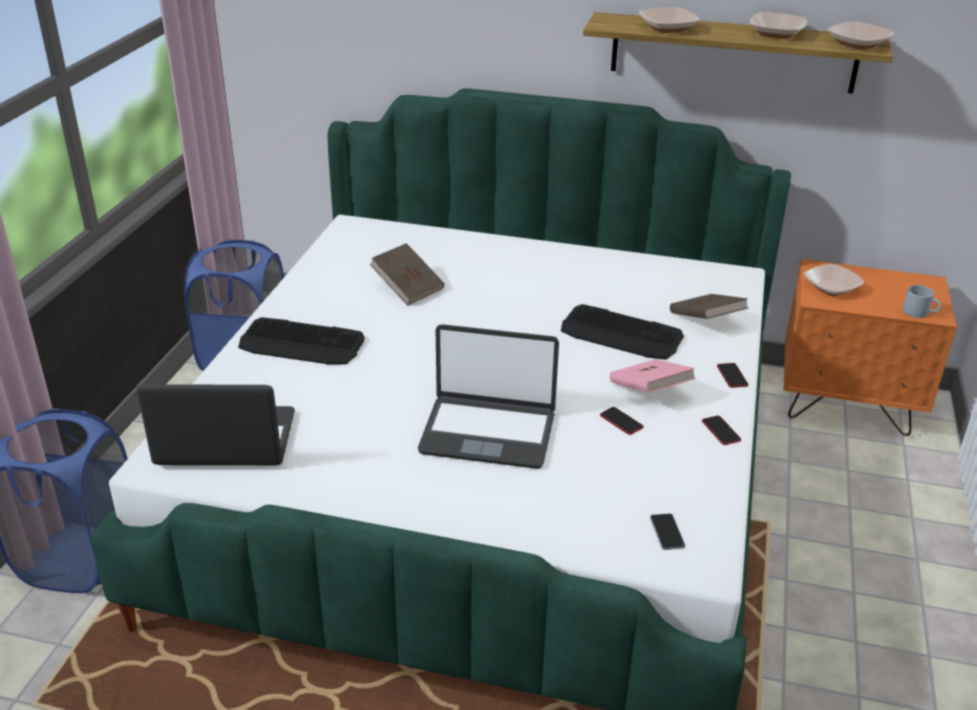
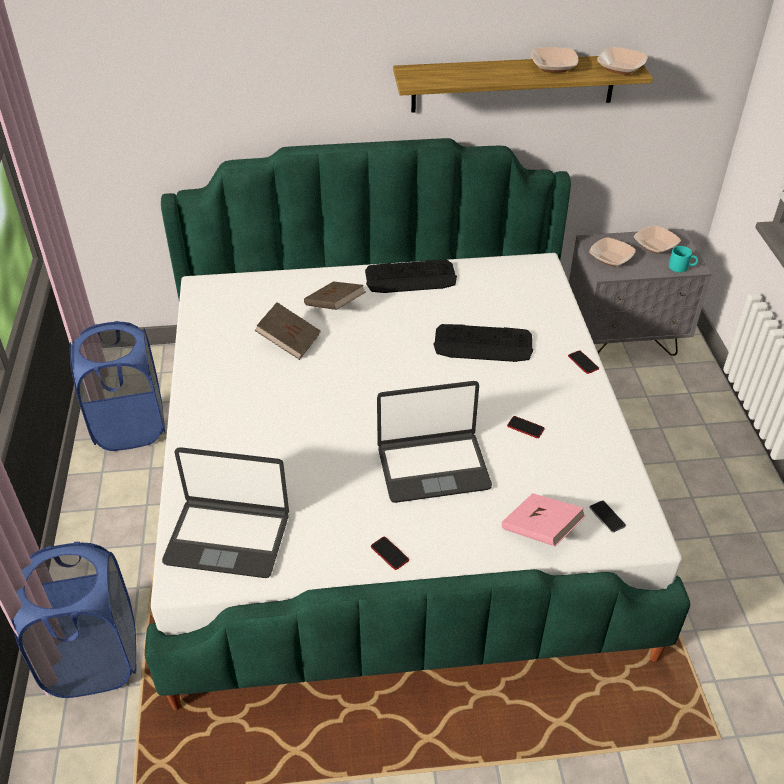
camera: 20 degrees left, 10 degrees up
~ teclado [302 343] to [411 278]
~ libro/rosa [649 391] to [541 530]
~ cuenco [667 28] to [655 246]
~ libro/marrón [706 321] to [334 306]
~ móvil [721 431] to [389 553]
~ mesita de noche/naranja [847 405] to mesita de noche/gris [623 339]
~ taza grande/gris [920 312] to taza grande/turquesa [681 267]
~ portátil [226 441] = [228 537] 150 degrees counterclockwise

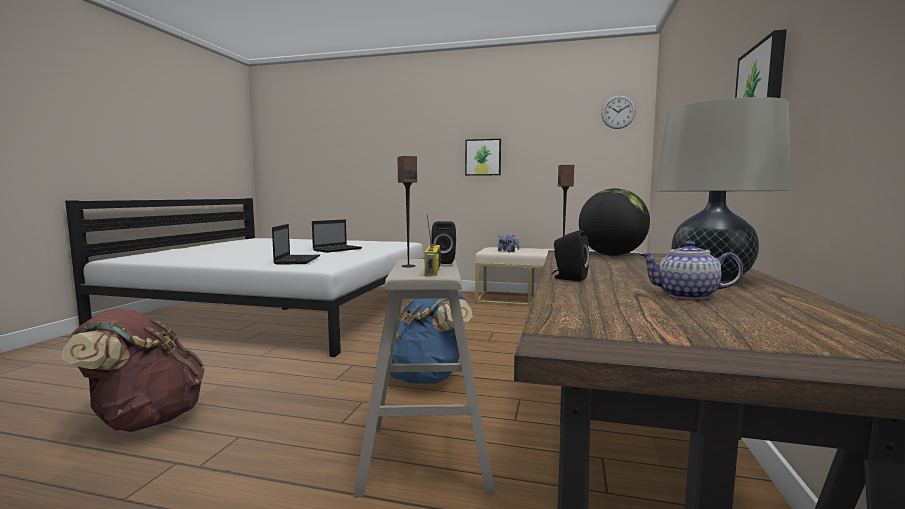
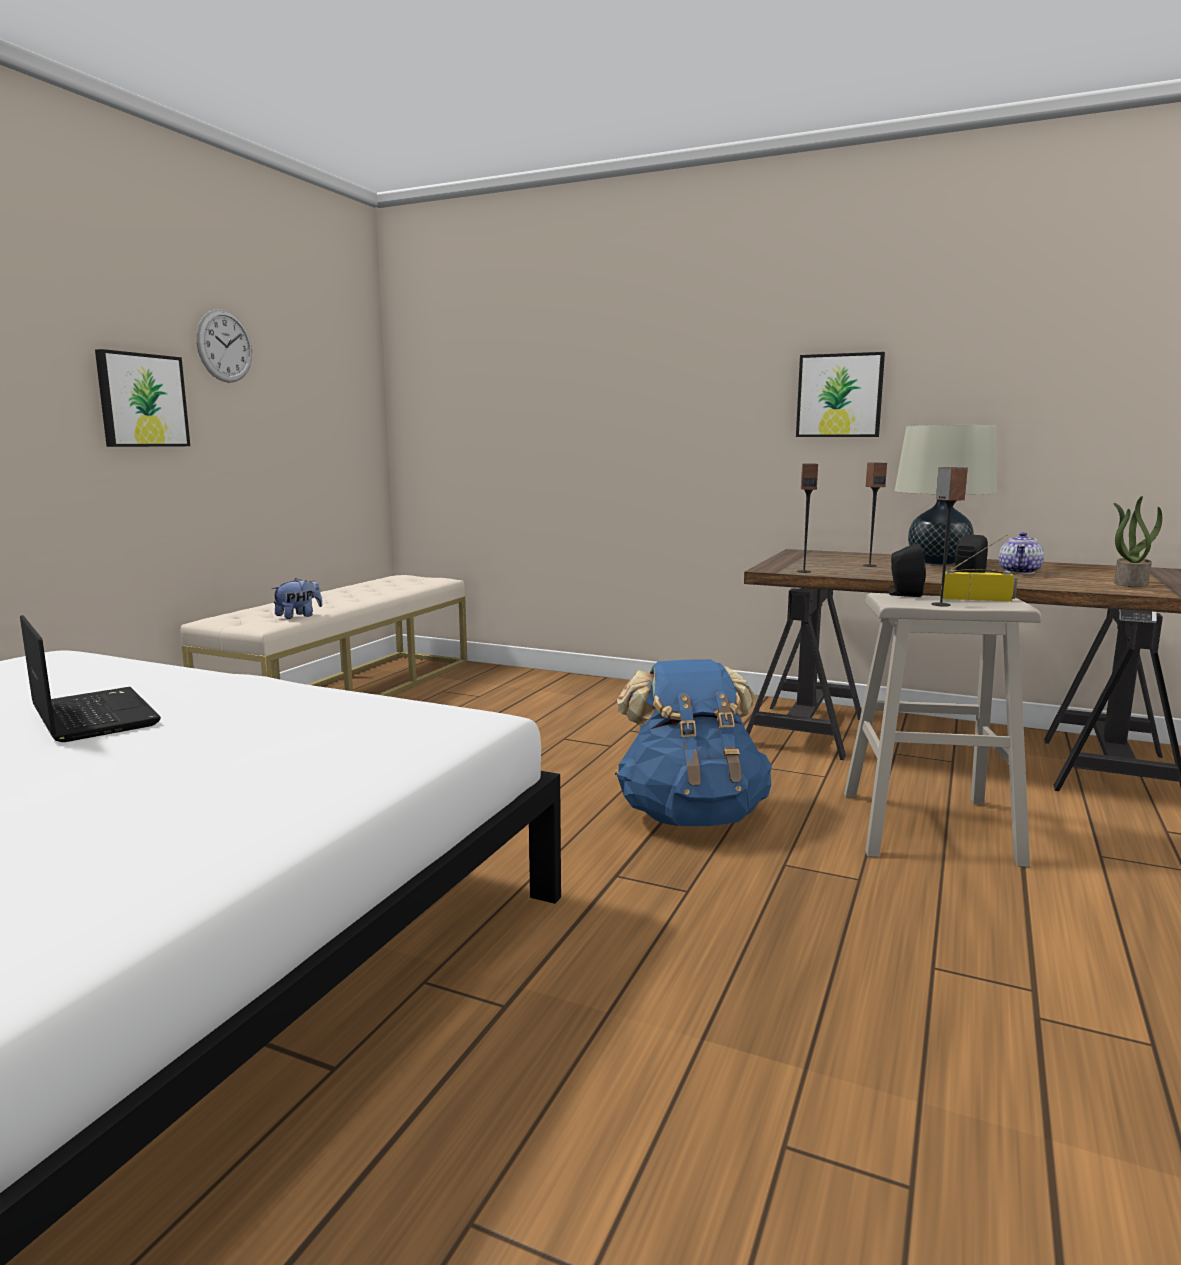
camera: 80 degrees left, 5 degrees up
- mochila/marrón [145 420]
- portátil [297 260]
- globo terráqueo [611 255]
+ altavoz [869 565]
+ planta en maceta [1130 583]
~ reloj de pared [618 112] to [224 346]

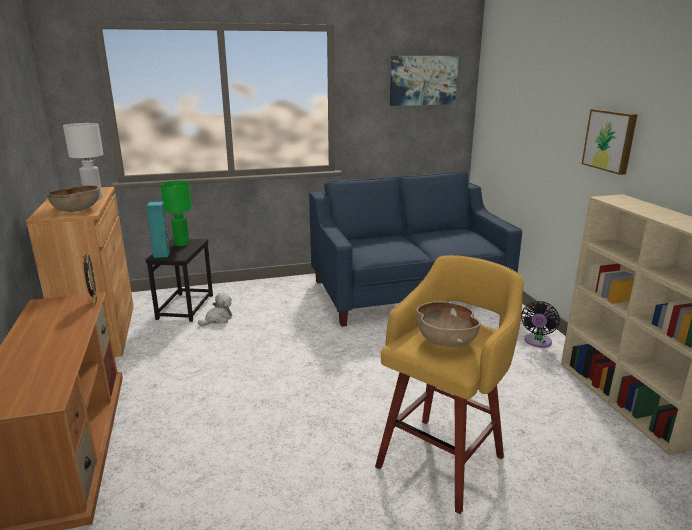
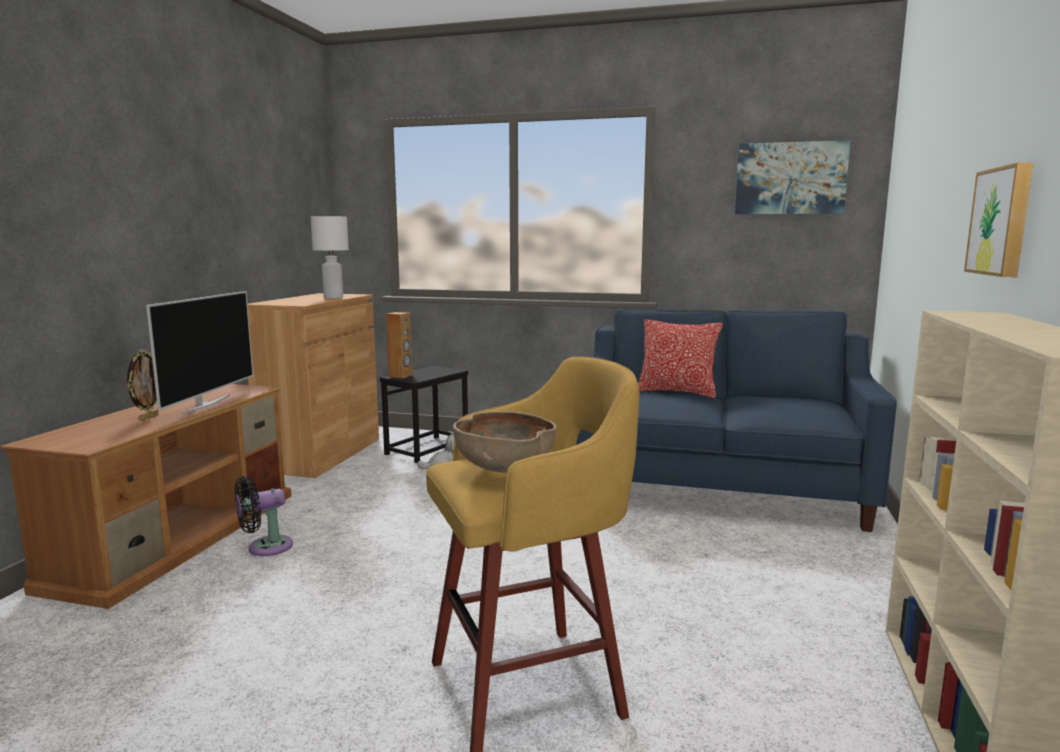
camera: 30 degrees right, 10 degrees down
- cuenco/marrón [77 210]
- lámpara de mesa/verde [182 244]
+ televisor [205 404]
+ cojín [677 392]
~ portarretratos [94 301] to [148 417]
~ ventilador/negro [537 342] to [265 548]
~ altavoz/turquesa [162 254] to altavoz/marrón [400 376]

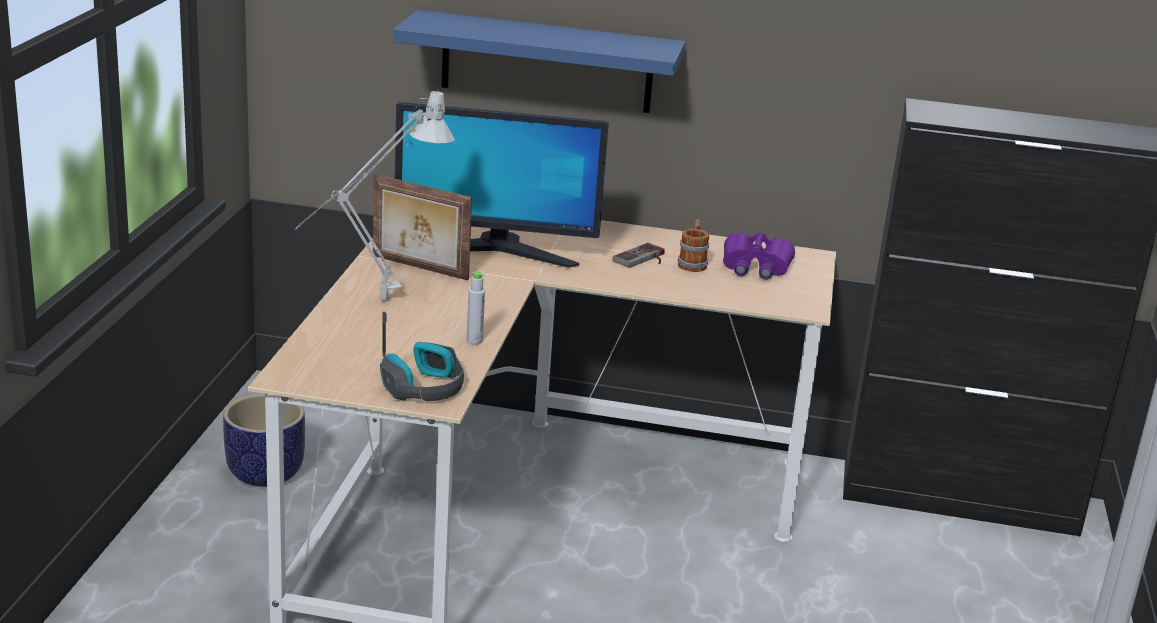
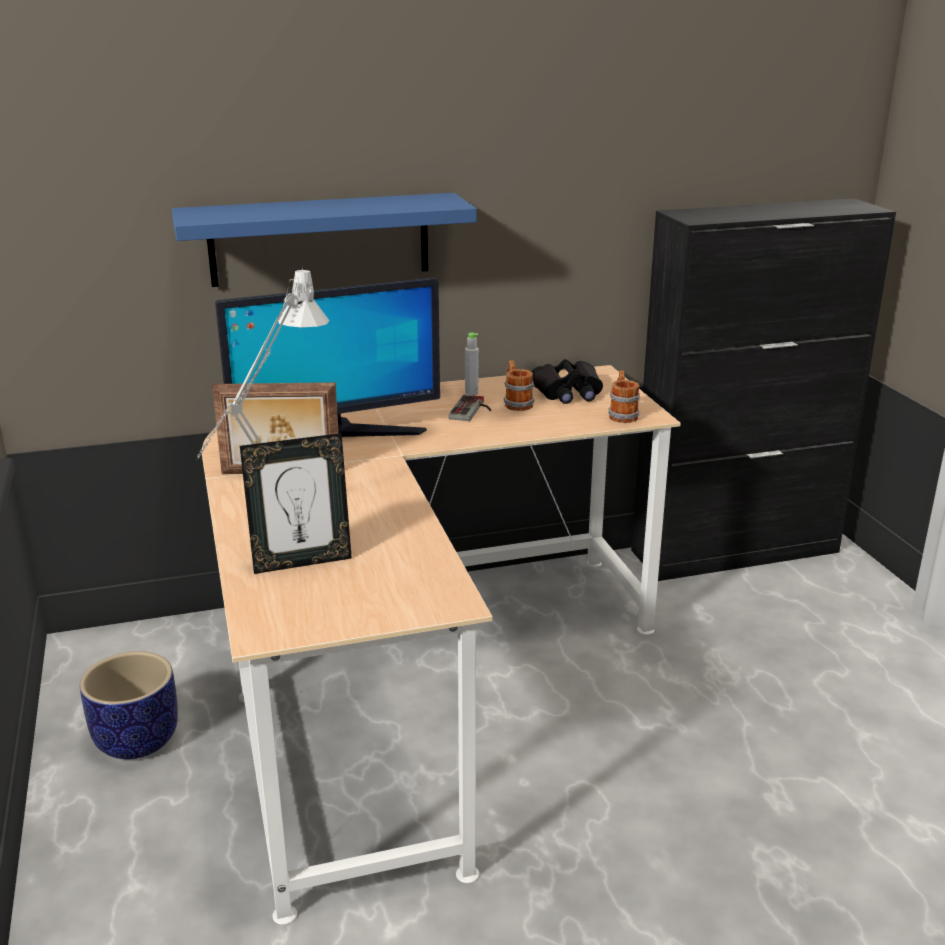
camera: 25 degrees left, 0 degrees up
- auriculares [424 387]
+ portarretratos [302 562]
+ taza grande [622 415]
~ botella/gris [474 341] to [471 393]
~ prismáticos/morado [755 267] to prismáticos/negro [568 393]

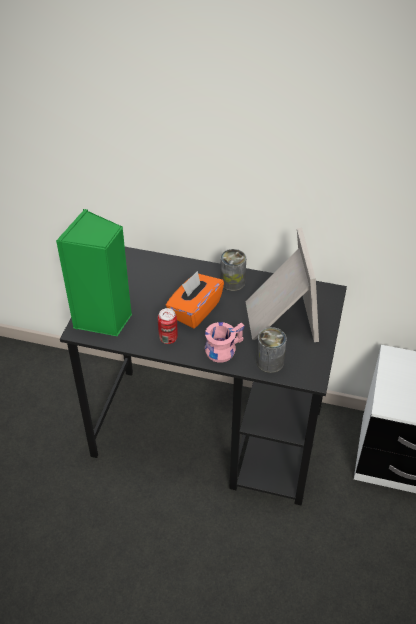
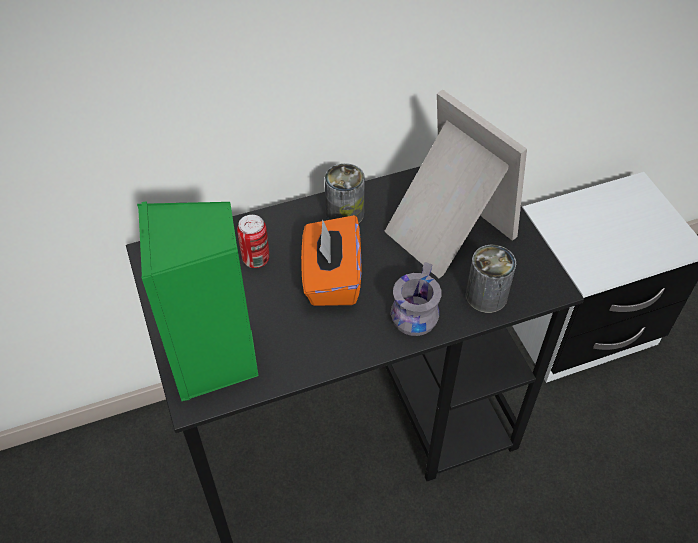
camera: 35 degrees left, 5 degrees up
~ lata [168 338] to [256 259]
~ taza grande/rosa [222 348] to taza grande/gris [413 310]

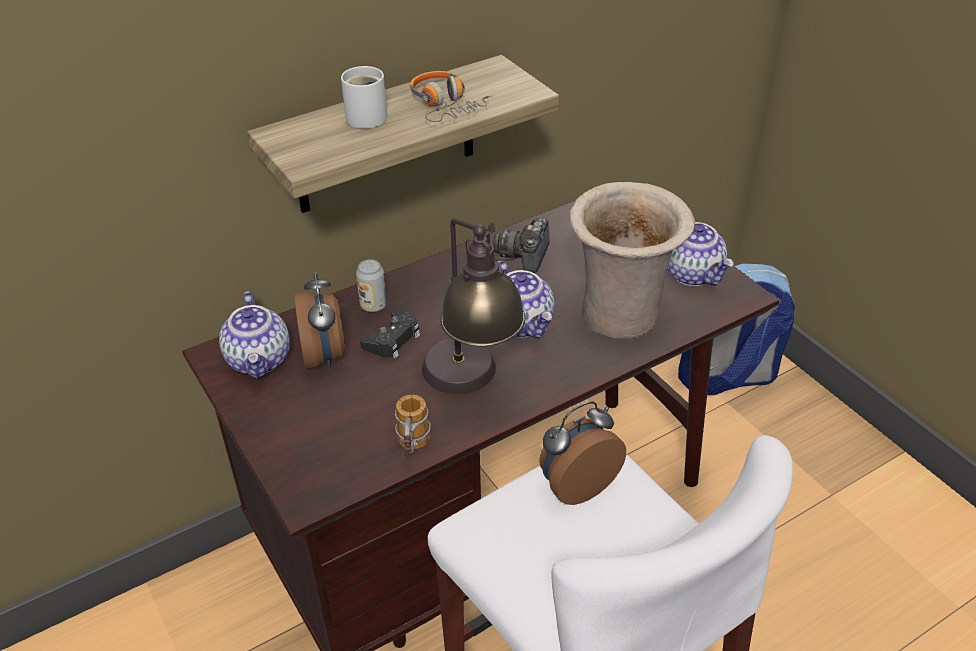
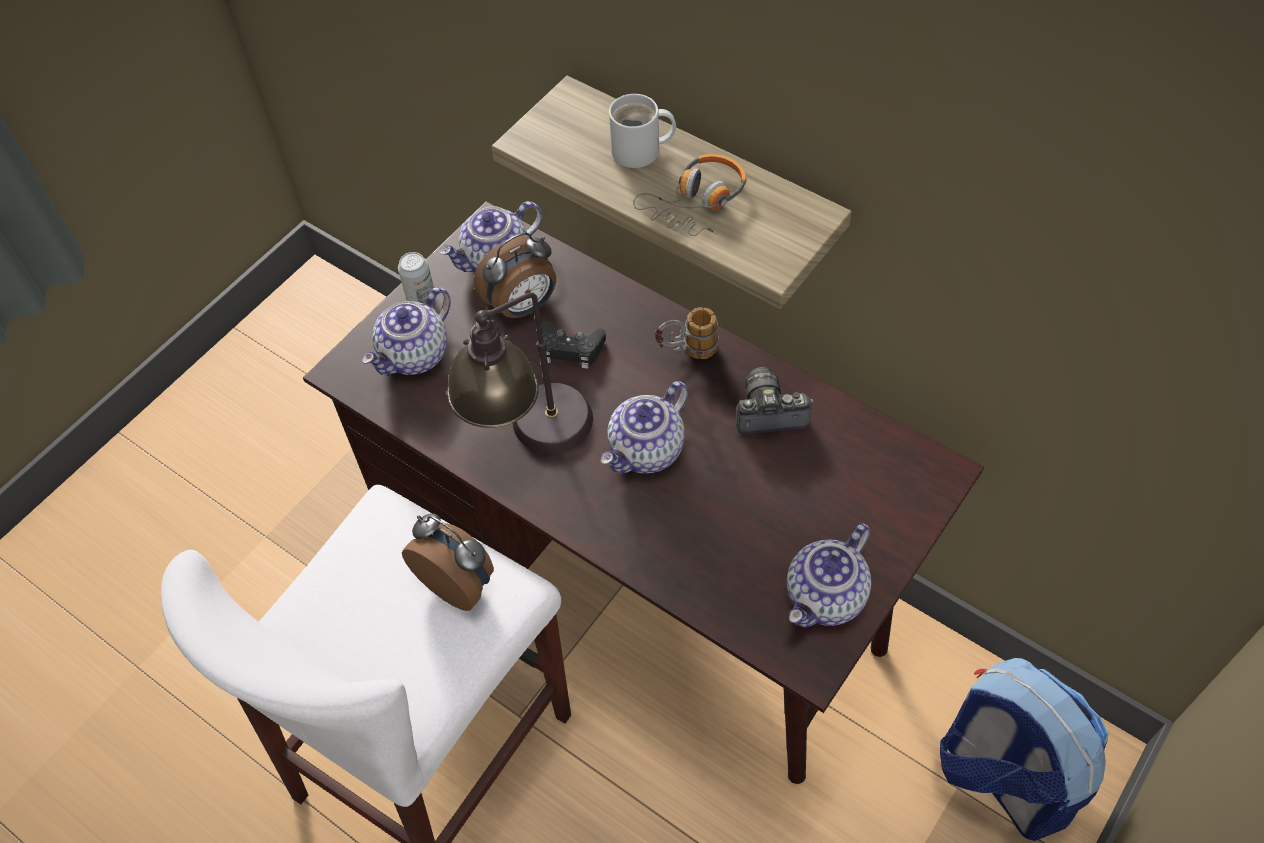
camera: 70 degrees right, 15 degrees up
- florero/beis [623 318]
+ tetera [416 354]
~ lata [373 305] to [421 297]
~ taza grande [412 449] to [686 351]

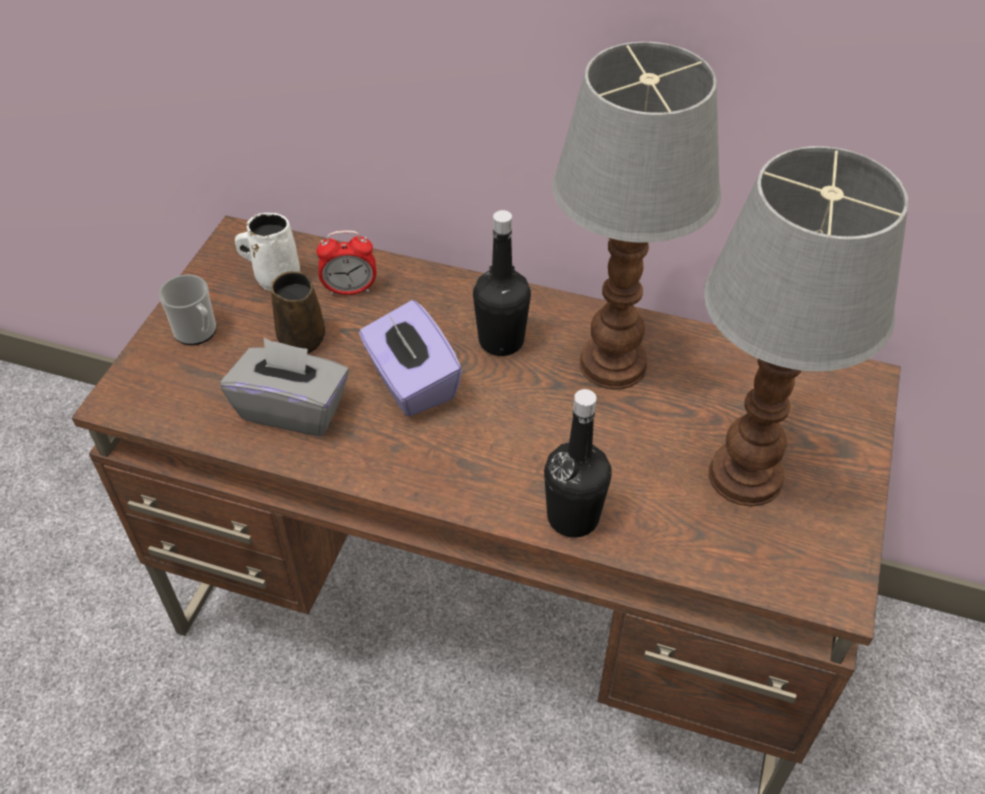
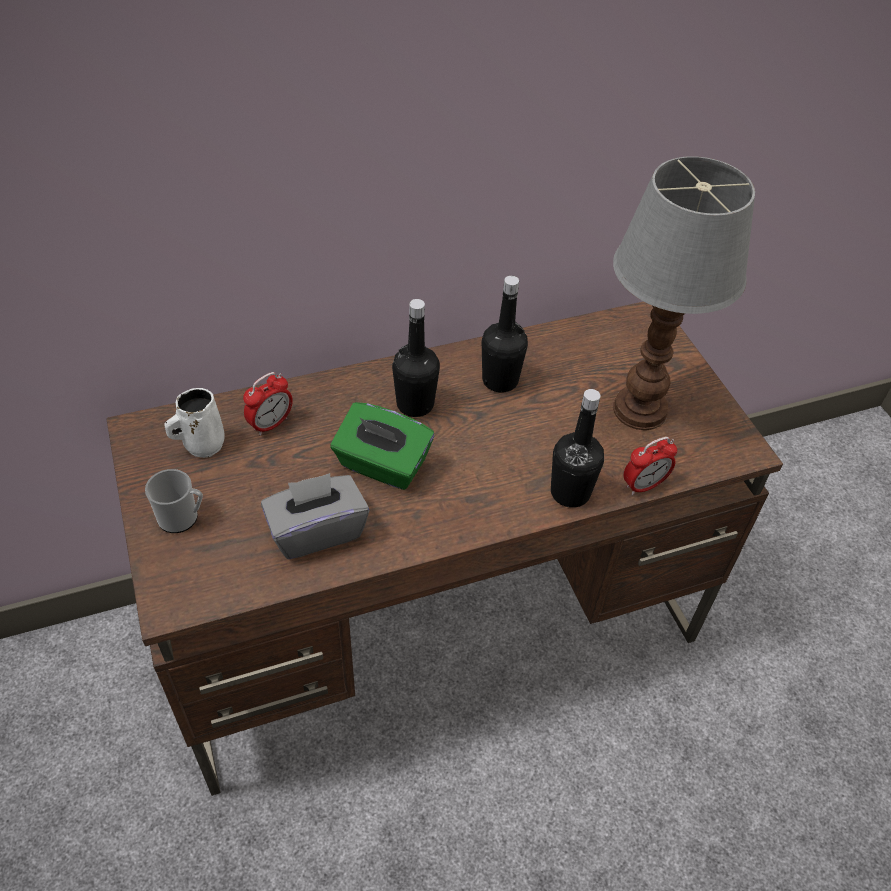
camera: 40 degrees left, 0 degrees up
- taza grande/marrón [302 337]
+ despertador [643 485]
~ lámpara de mesa [613 362] to botella/negro [500 380]
~ caja de pañuelos/morado [411 382] to caja de pañuelos/verde [382 465]

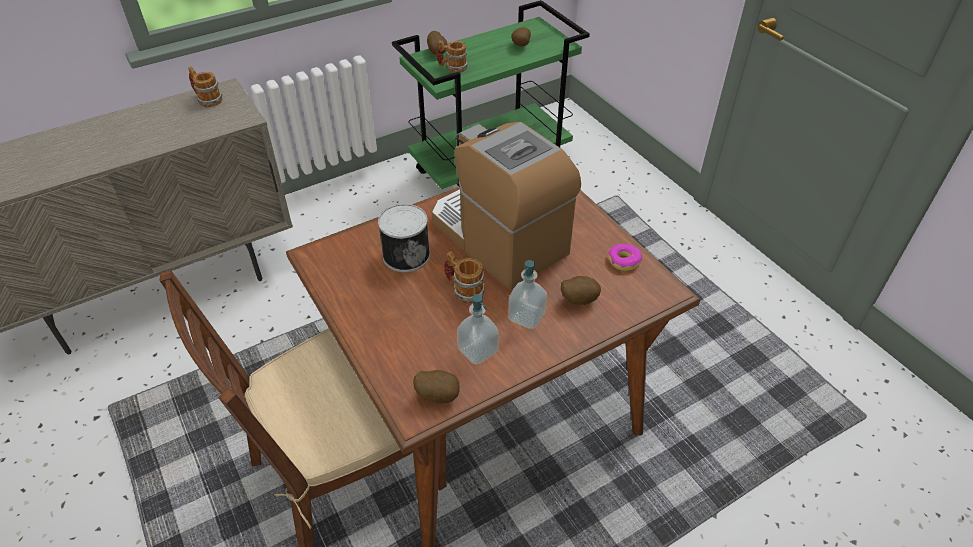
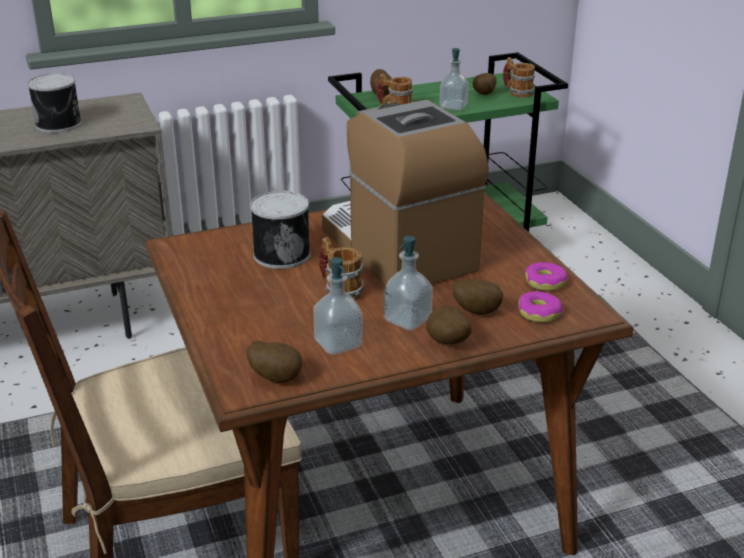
camera: 10 degrees right, 15 degrees down
+ lata [59 124]
+ patata [447 344]
+ dispensador de jabón [453 106]
+ rosquilla [539 313]
~ taza grande [207 99] to [517 92]

